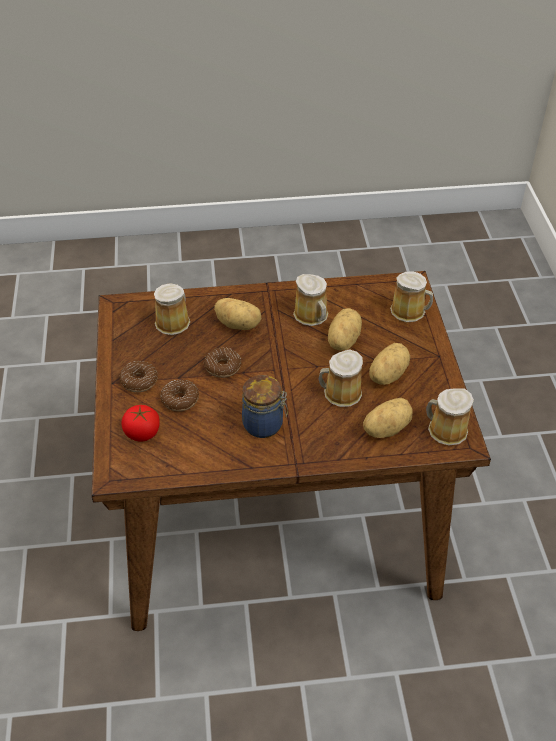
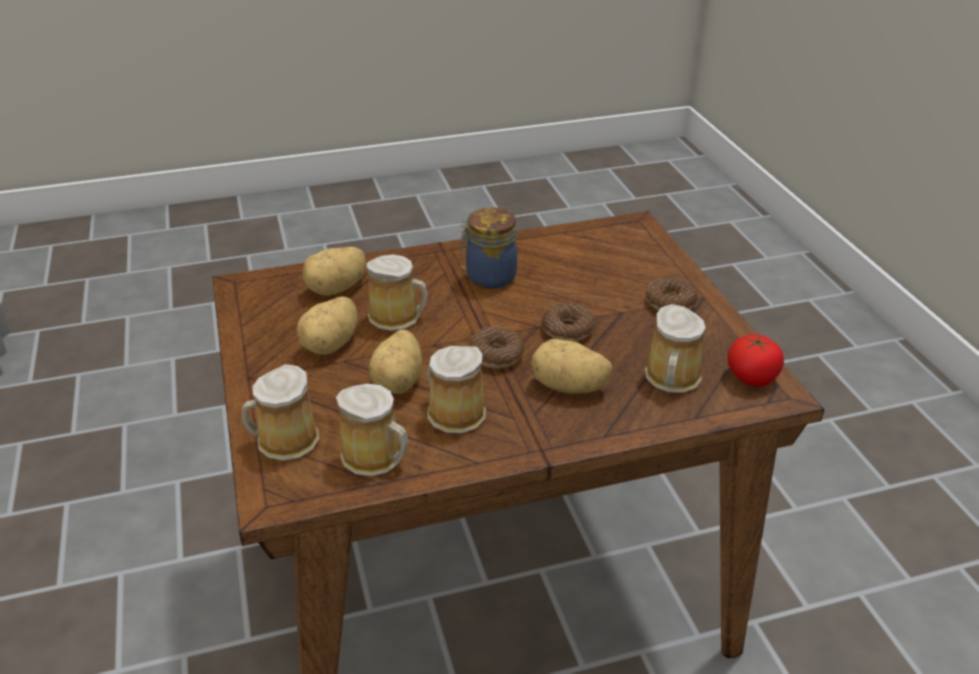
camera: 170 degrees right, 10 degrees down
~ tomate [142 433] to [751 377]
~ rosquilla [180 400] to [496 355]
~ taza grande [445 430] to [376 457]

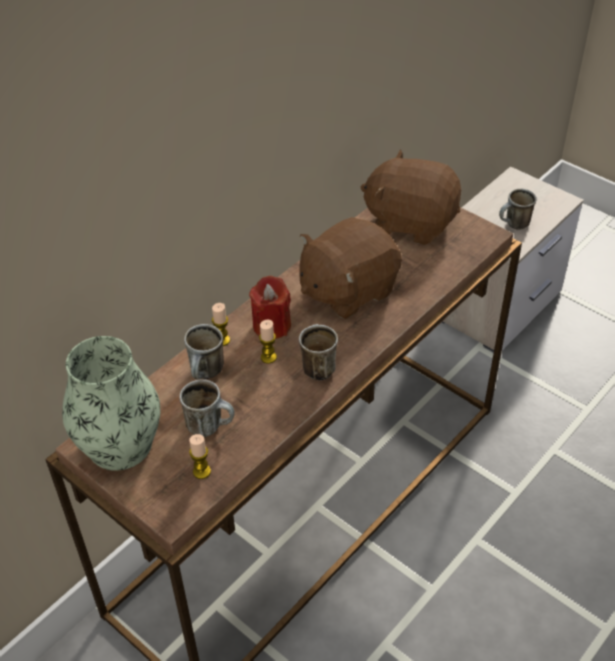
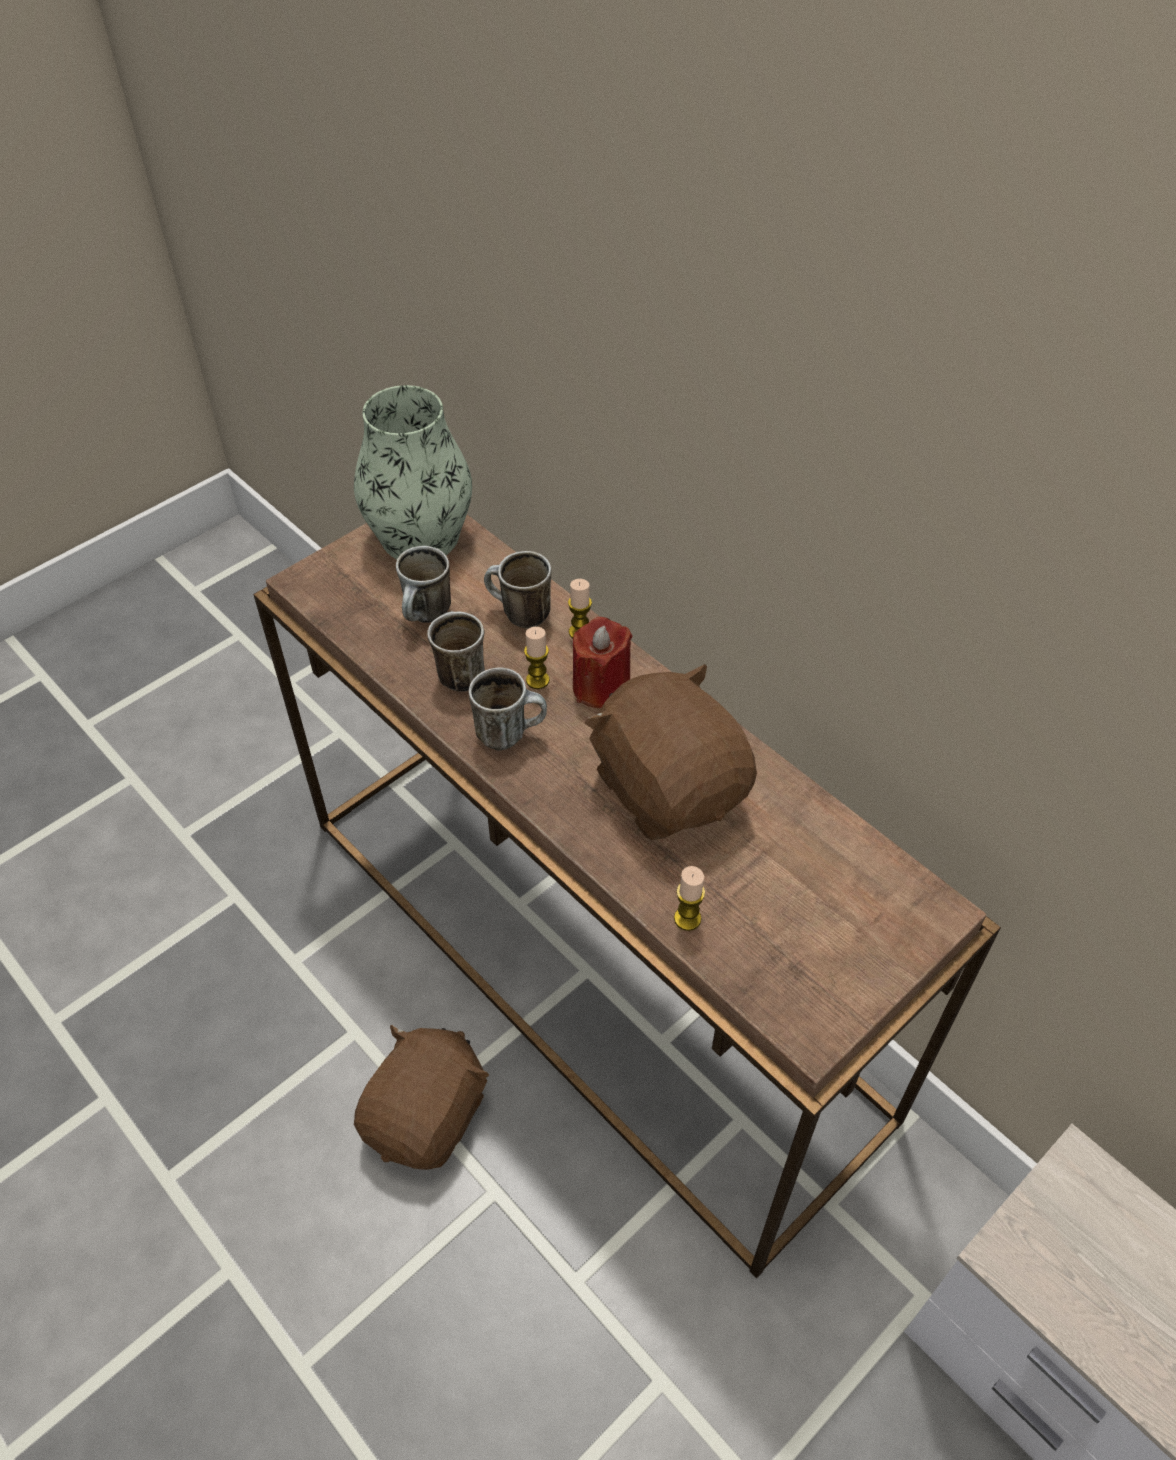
camera: 95 degrees right, 5 degrees up
~ vela [201 471] to [687 918]
~ peluche/marrón [410 222] to [428 1115]
~ taza grande [514 225] to [457 671]

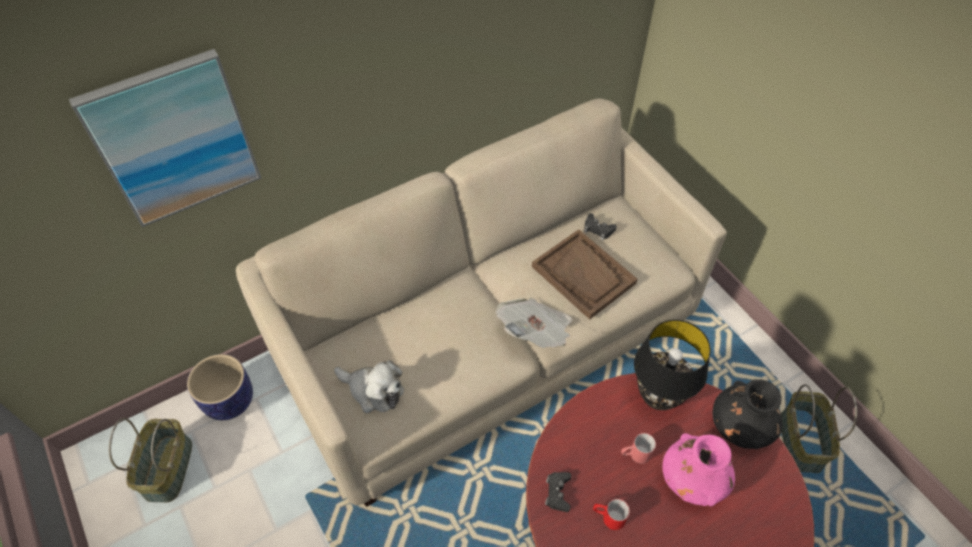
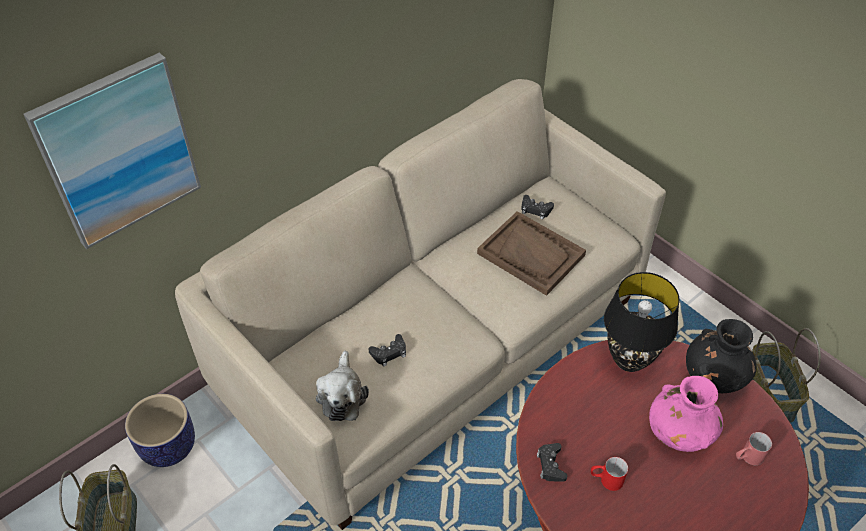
camera: 10 degrees left, 5 degrees down
- periódico [536 332]
+ mando de consola/negro [389 353]
~ taza grande/rojo [635 454] to [747 457]
~ peluche [373 390] = [342 395] 75 degrees clockwise

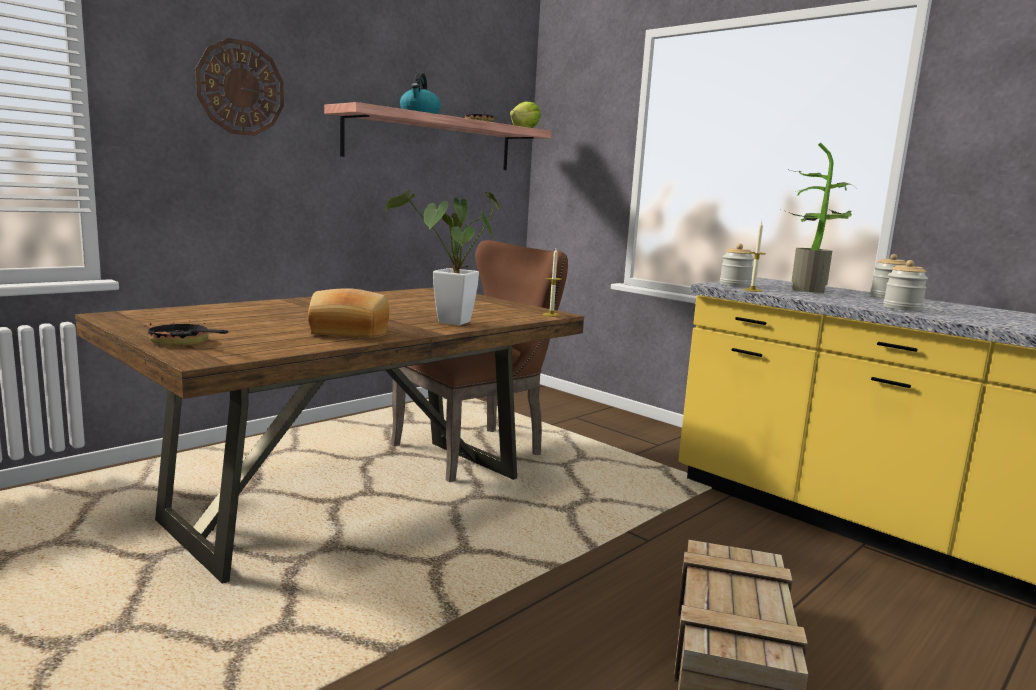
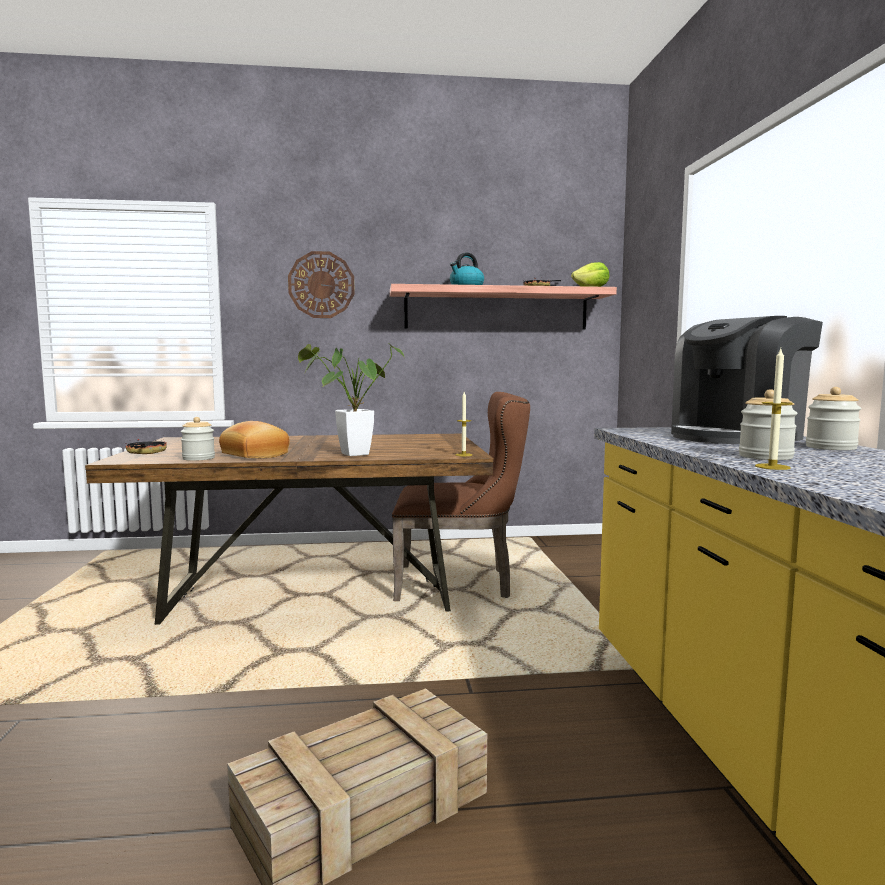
camera: 40 degrees right, 5 degrees down
~ tarro [735 285] to [198 458]
~ vela [752 290] to [772 467]
~ planta en maceta [809 289] to cafetera [737 437]

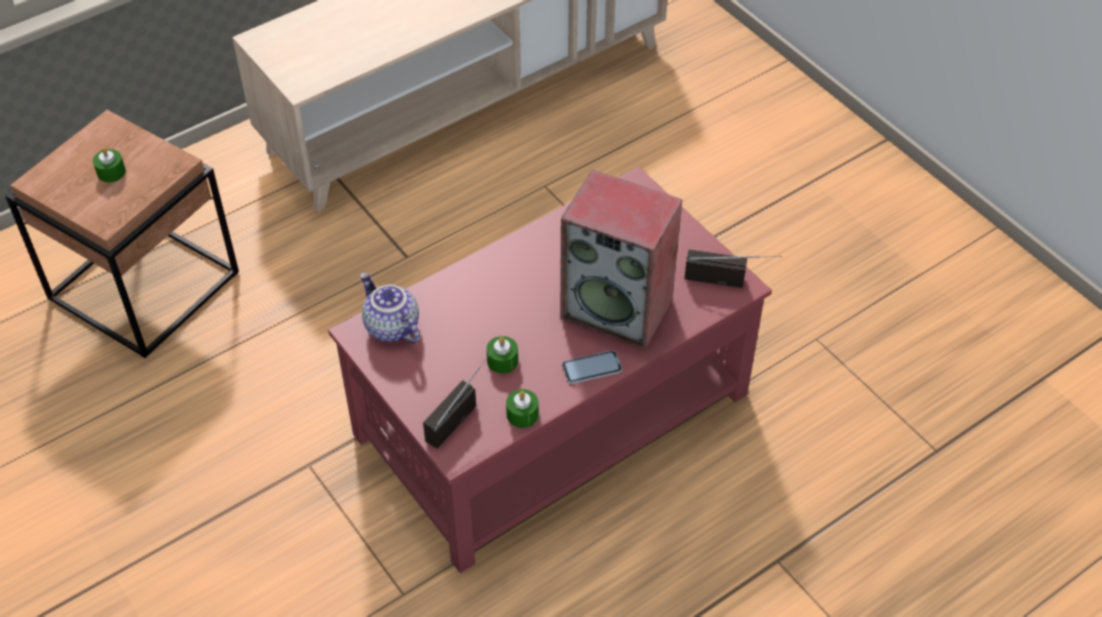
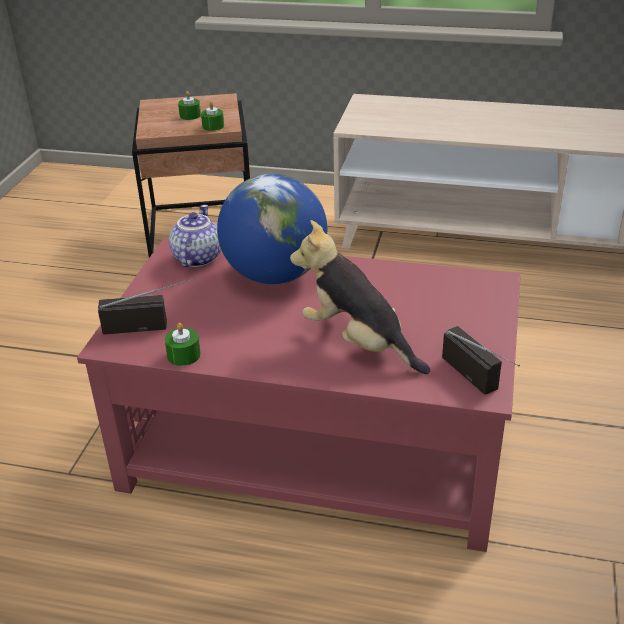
camera: 50 degrees right, 15 degrees down
- móvil [591 368]
+ globo terráqueo [275 275]
~ vela/verde [502 361] to [213 126]
~ altavoz [618 309] to peluche [358 342]

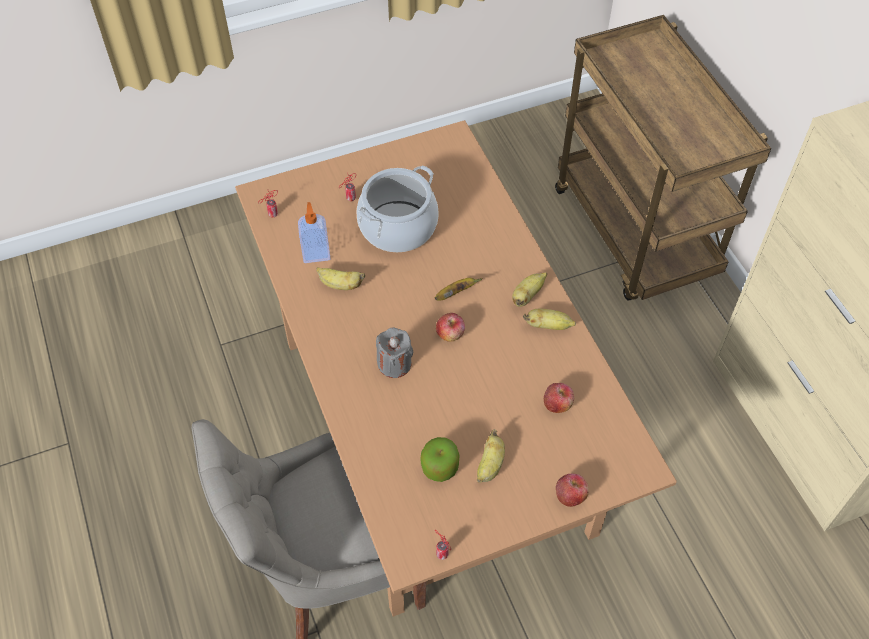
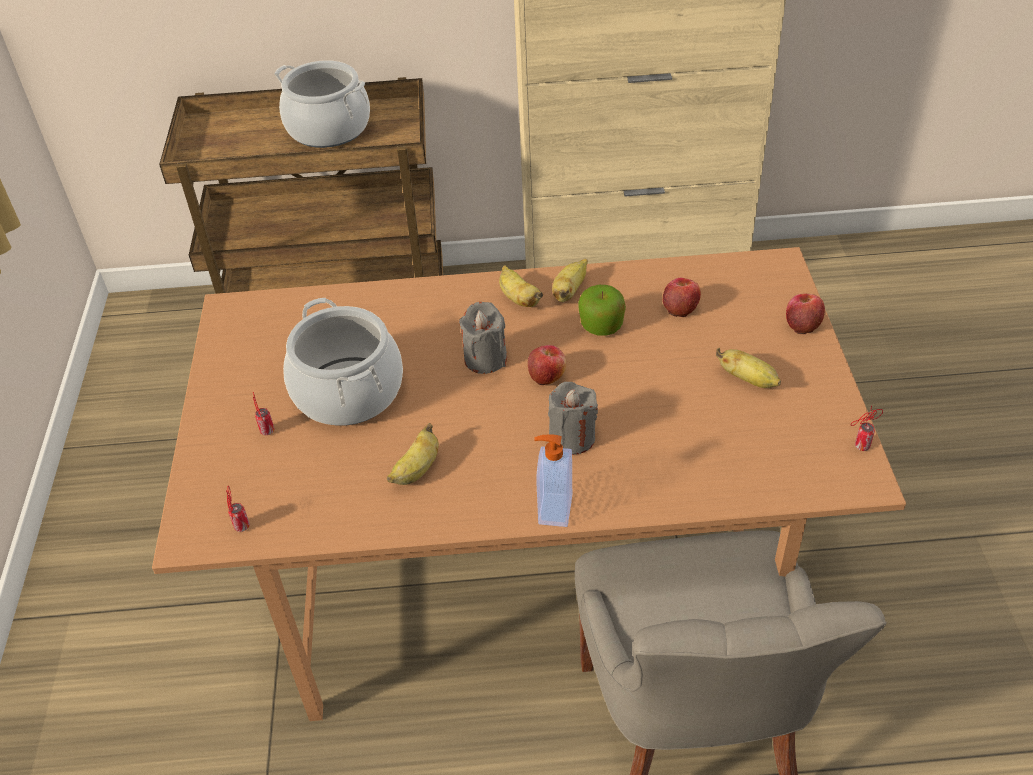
camera: 70 degrees left, 10 degrees down
+ olla [328 128]
~ dispensador de jabón [316 253] to [553 510]
~ manzana [440 467] to [601 325]
~ plátano [455 293] to vela/gris [485 359]

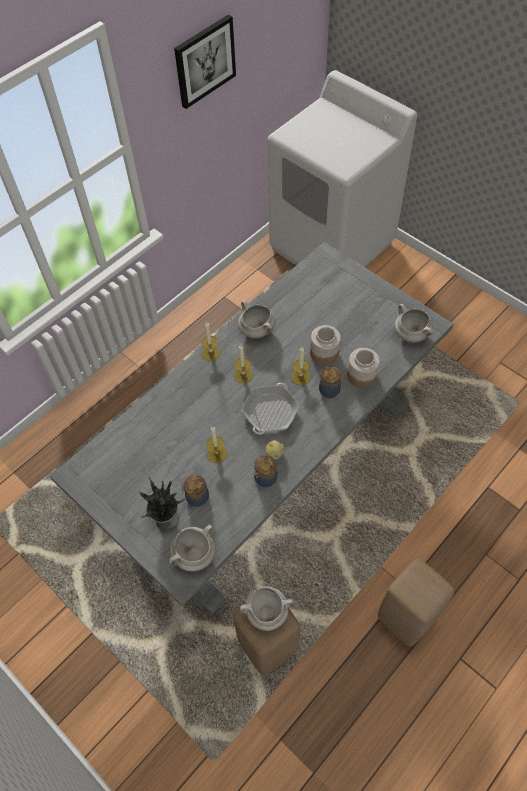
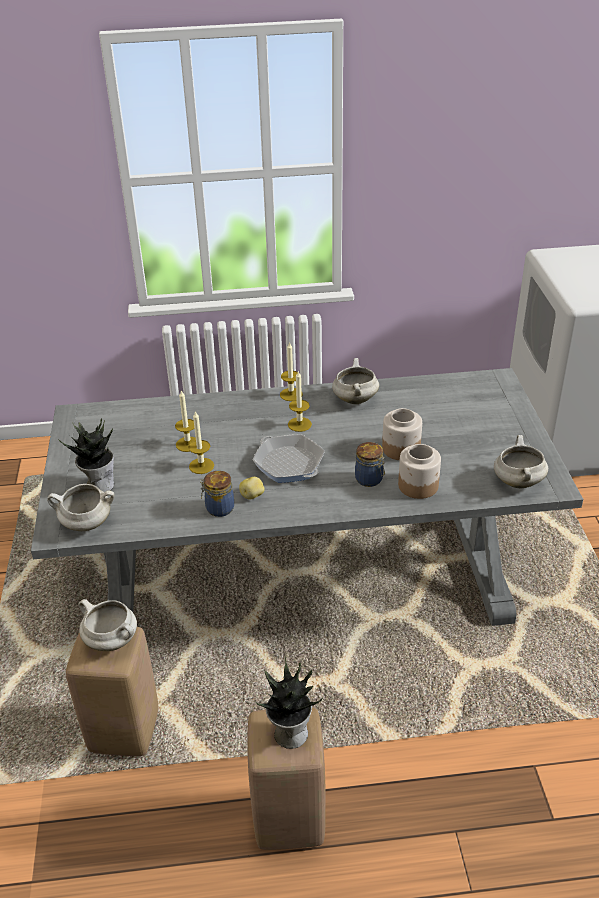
camera: 40 degrees right, 20 degrees down
- cuadro [204 61]
- tarro [196 497]
+ planta en maceta [290 733]
~ vela [300 377] to [188 444]
~ sartén [270 412] = [289 464] 75 degrees clockwise

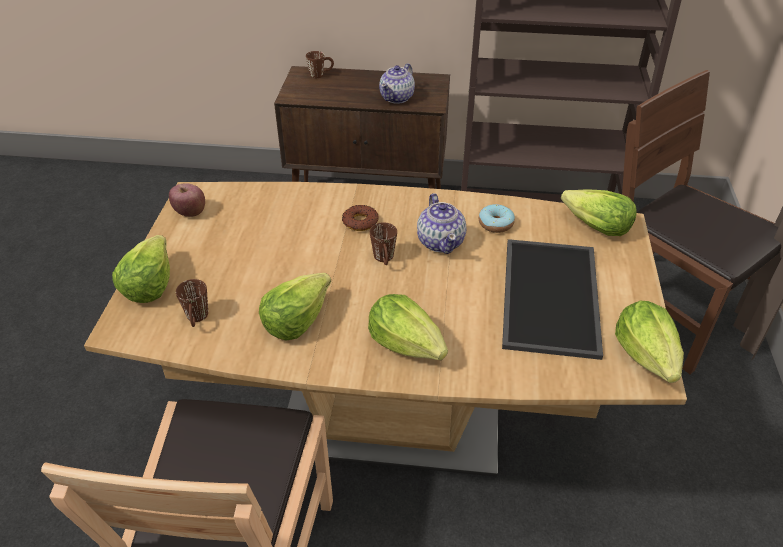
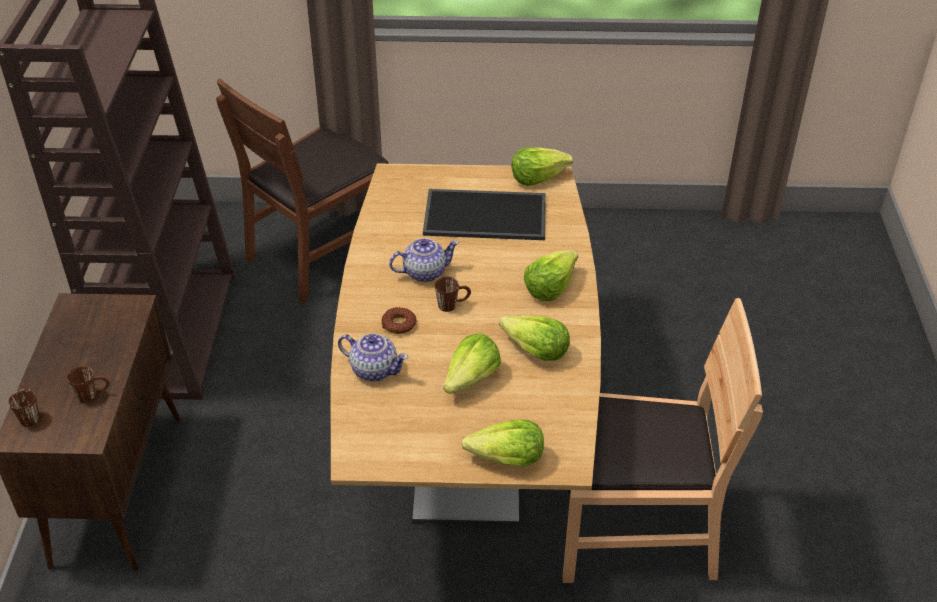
camera: 95 degrees left, 0 degrees up
- manzana [190 212]
- rosquilla [495 224]
~ taza grande/marrón [197 320] to [93 395]
~ tetera [397 97] to [374 369]
~ lechuga [595 227] to [471 379]

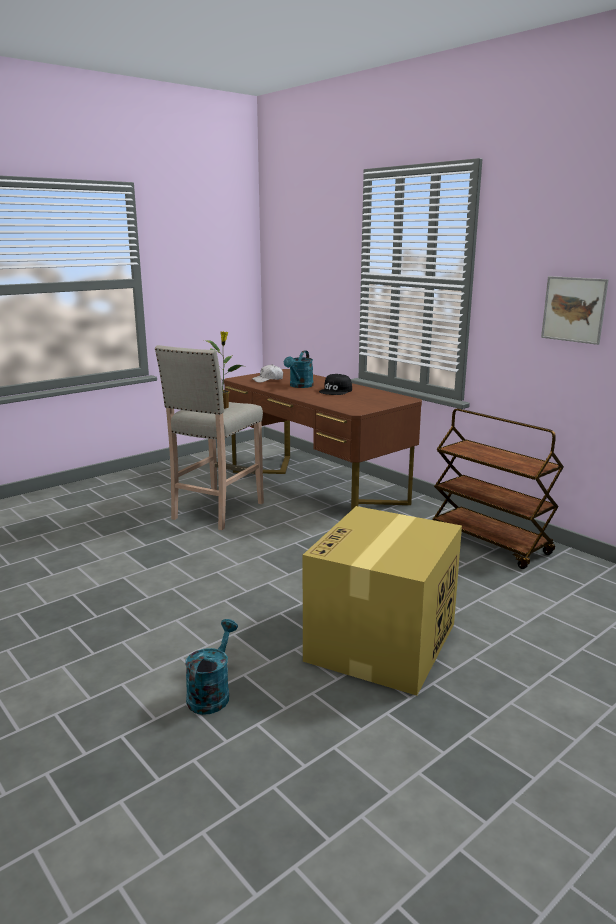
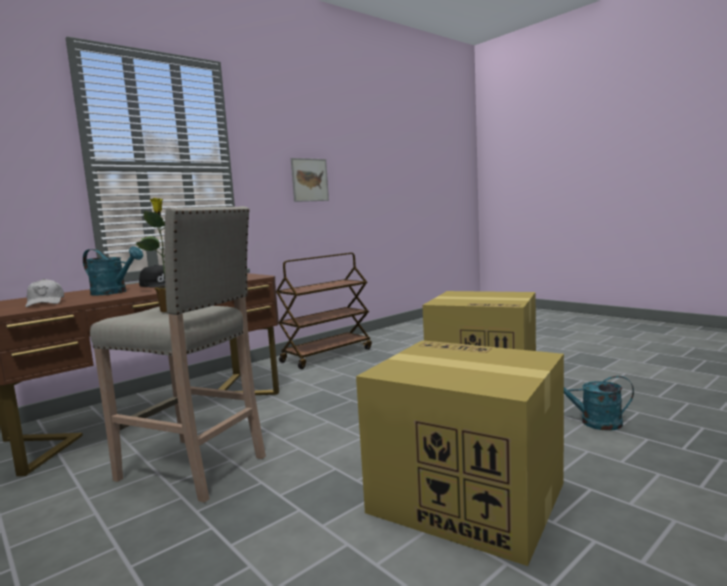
camera: 90 degrees left, 10 degrees down
+ caja de cartón [464 497]

